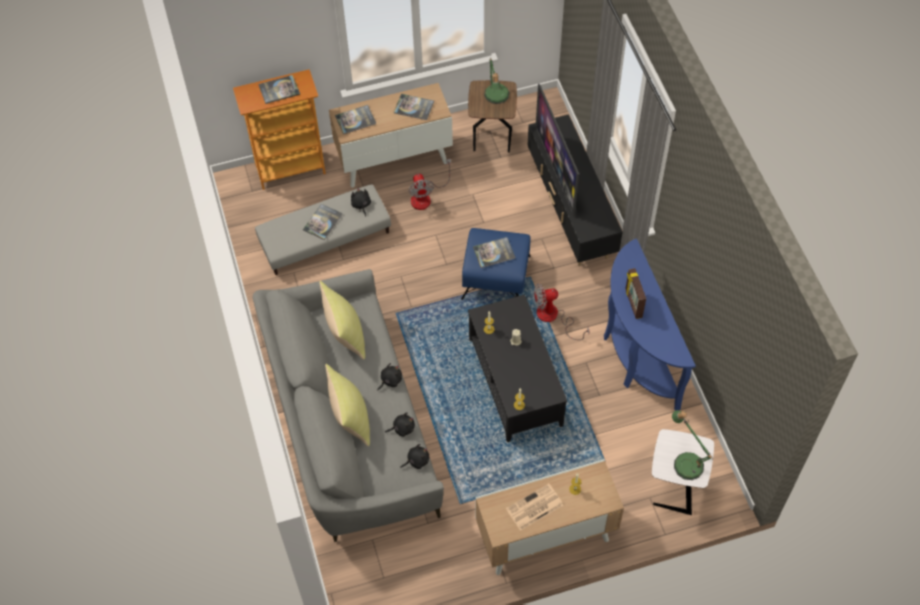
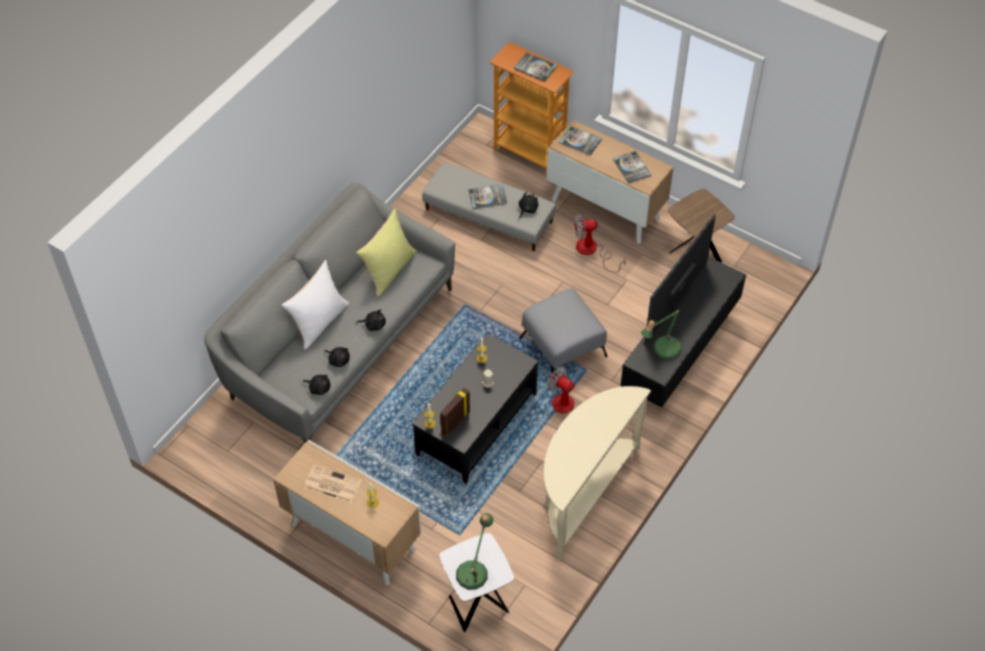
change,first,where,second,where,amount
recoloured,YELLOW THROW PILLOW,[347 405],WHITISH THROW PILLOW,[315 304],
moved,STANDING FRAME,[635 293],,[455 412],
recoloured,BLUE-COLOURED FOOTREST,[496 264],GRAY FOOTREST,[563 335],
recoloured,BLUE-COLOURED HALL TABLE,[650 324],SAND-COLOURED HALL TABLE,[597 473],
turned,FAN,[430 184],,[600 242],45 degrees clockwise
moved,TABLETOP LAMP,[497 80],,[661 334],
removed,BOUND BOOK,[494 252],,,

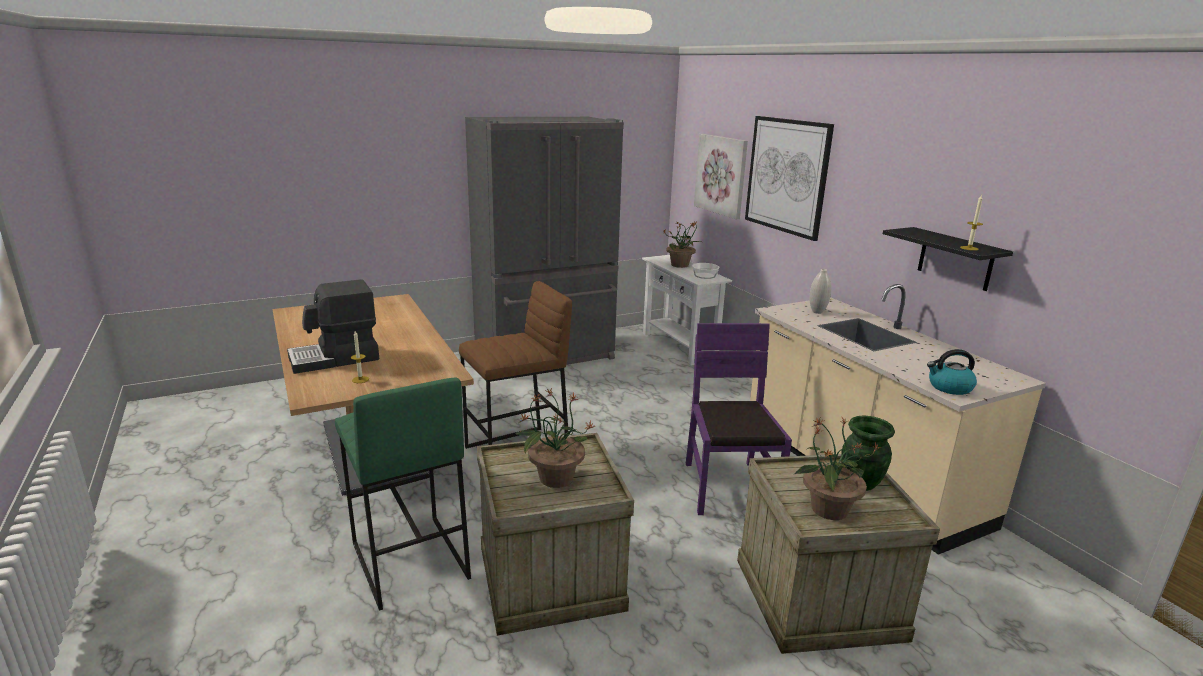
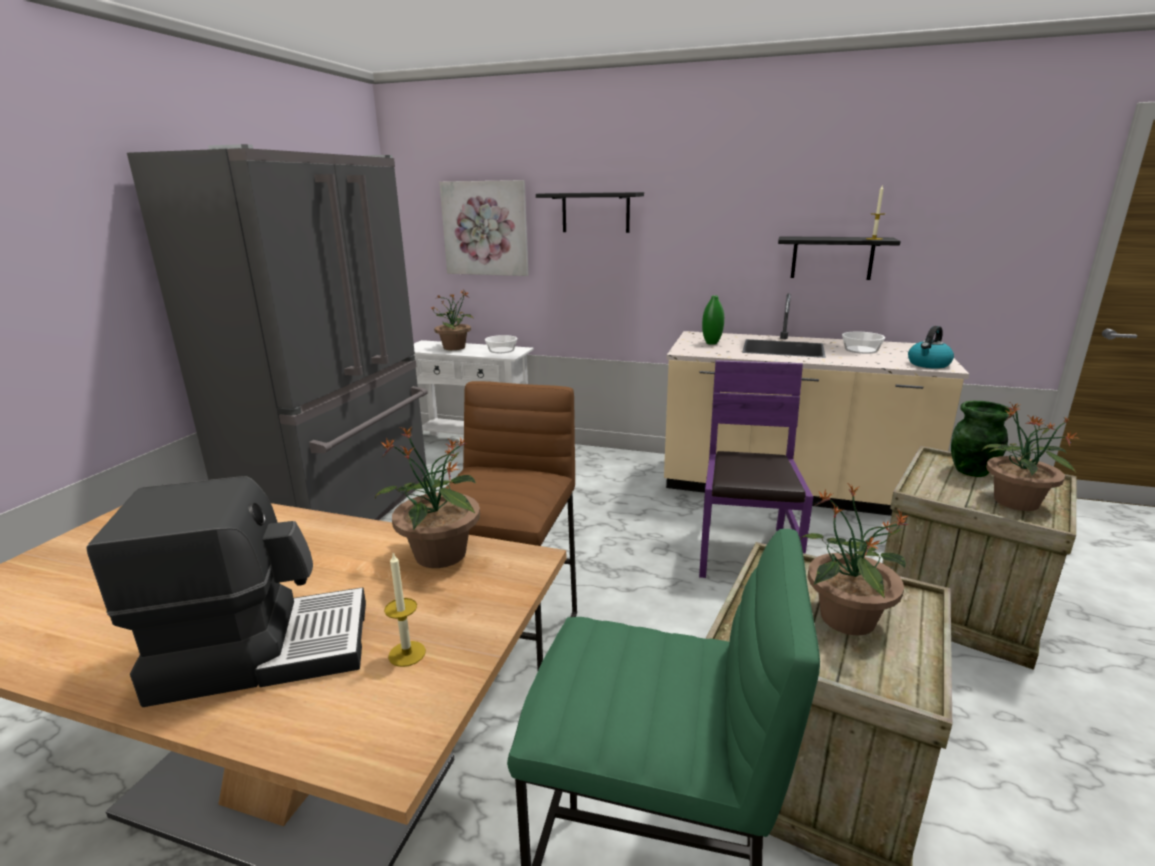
change,first,where,second,where,amount
turned,COFFEE MACHINE,[333 326],,[226 591],120 degrees counterclockwise
added,,,POTTED PLANT,[427 497],
replaced,WALL PICTURE,[789 178],BLACK SHELF,[590 212],
turned,PURPLISH PLAIN CHAIR,[739 419],,[756 469],60 degrees clockwise
recoloured,WHITISH VASE,[820 291],GREENISH VASE,[713 320],
added,,,BOWL,[863 343],

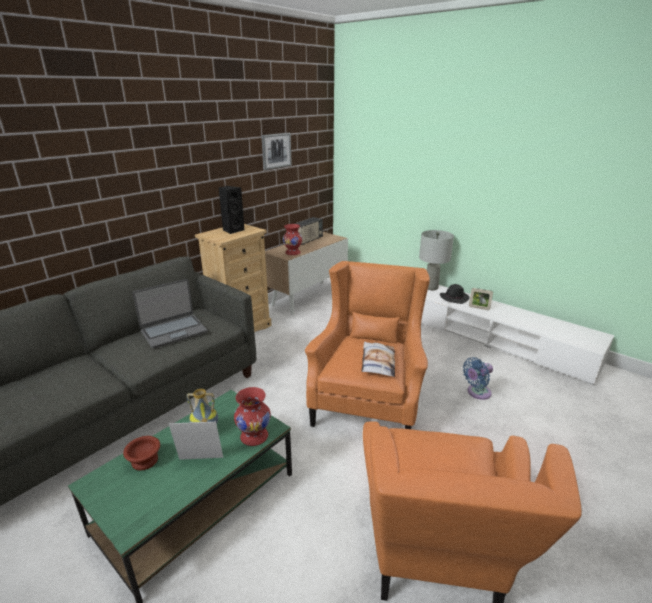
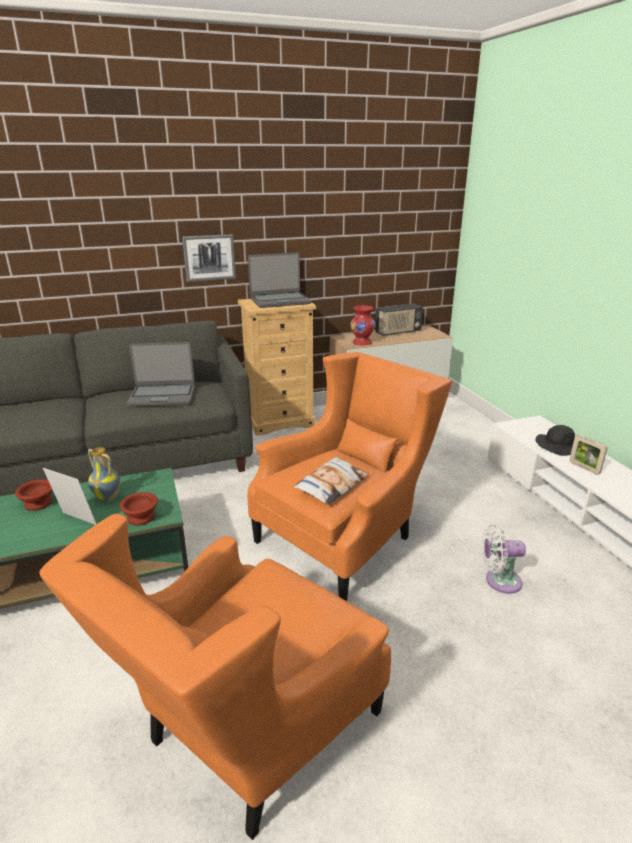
change,first,where,second,where,amount
replaced,REDDISH VASE,[252 416],BROWN BOWL,[139 509],
moved,WALL PICTURE,[276 151],,[209 258],
replaced,BLACK LOUDSPEAKER,[231 210],PORTABLE COMPUTER,[279 280],
recoloured,BLUE-COLOURED FAN,[478 378],WHITISH FAN,[504 559],
removed,GRAY TABLETOP LAMP,[436 260],,,

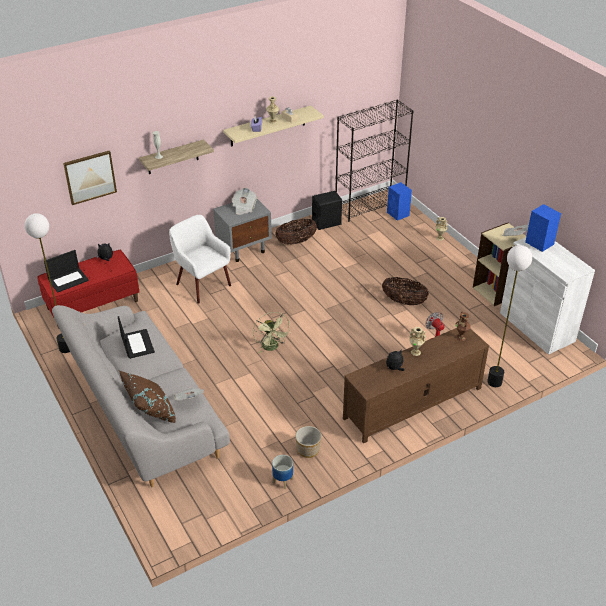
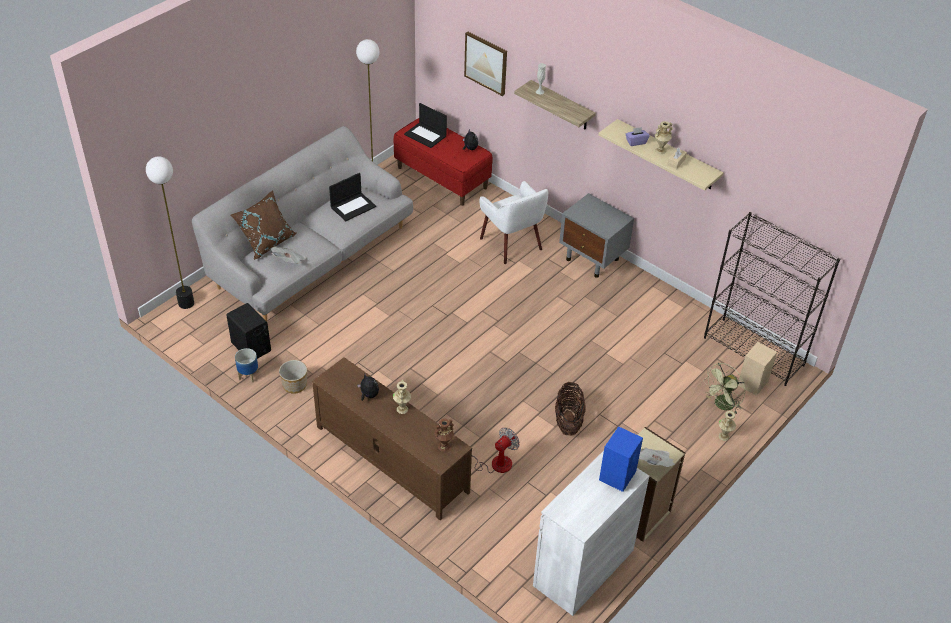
change,first,where,second,where,amount
moved,FLOOR LAMP,[509 316],,[170 232],
moved,BLACK LOUDSPEAKER,[327 210],,[248 331],
turned,WHITISH LOUNGE CHAIR,[200 259],,[513 222],120 degrees clockwise
moved,GREENISH FAN,[272 332],,[724 388],
recoloured,BLUE-COLOURED LOUDSPEAKER,[399 201],SAND-COLOURED LOUDSPEAKER,[757 369],
removed,DAILY PAPER,[244 201],,,
removed,STORAGE BASKET,[296 232],,,

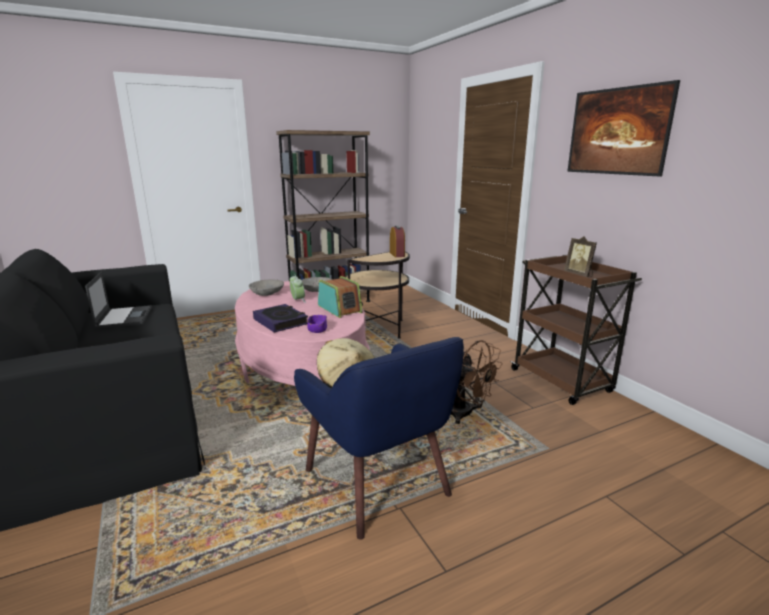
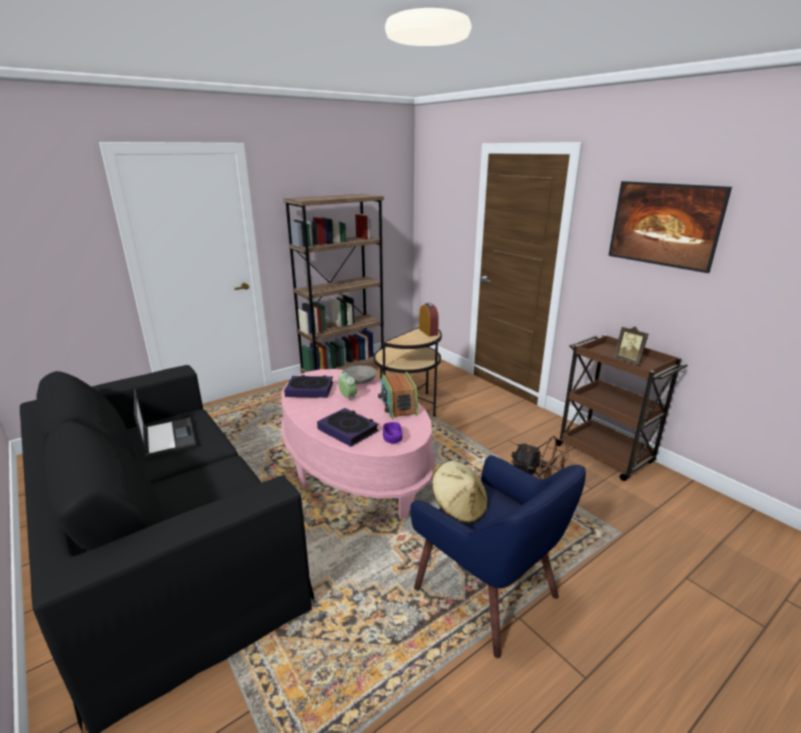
change,first,where,second,where,amount
replaced,GRAY BOWL,[266 288],BOUND BOOK,[308 386],
turned,RADIO RECEIVER,[340 297],,[398 395],150 degrees counterclockwise

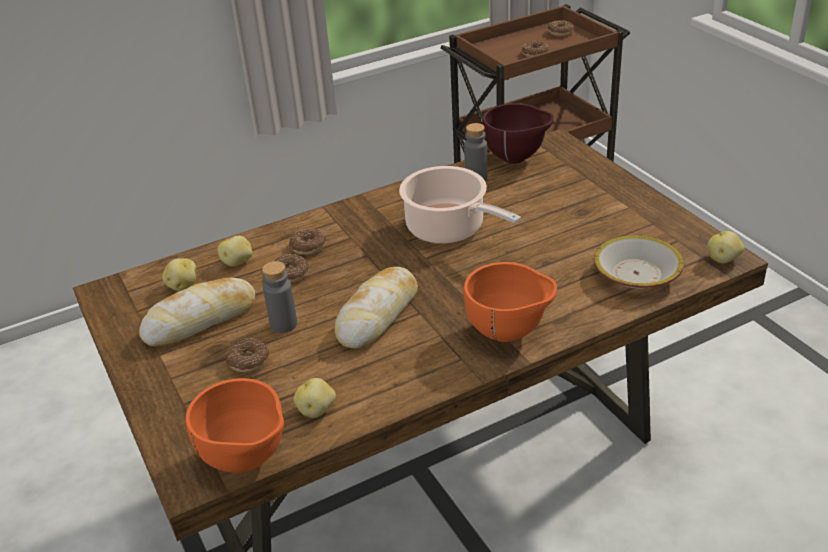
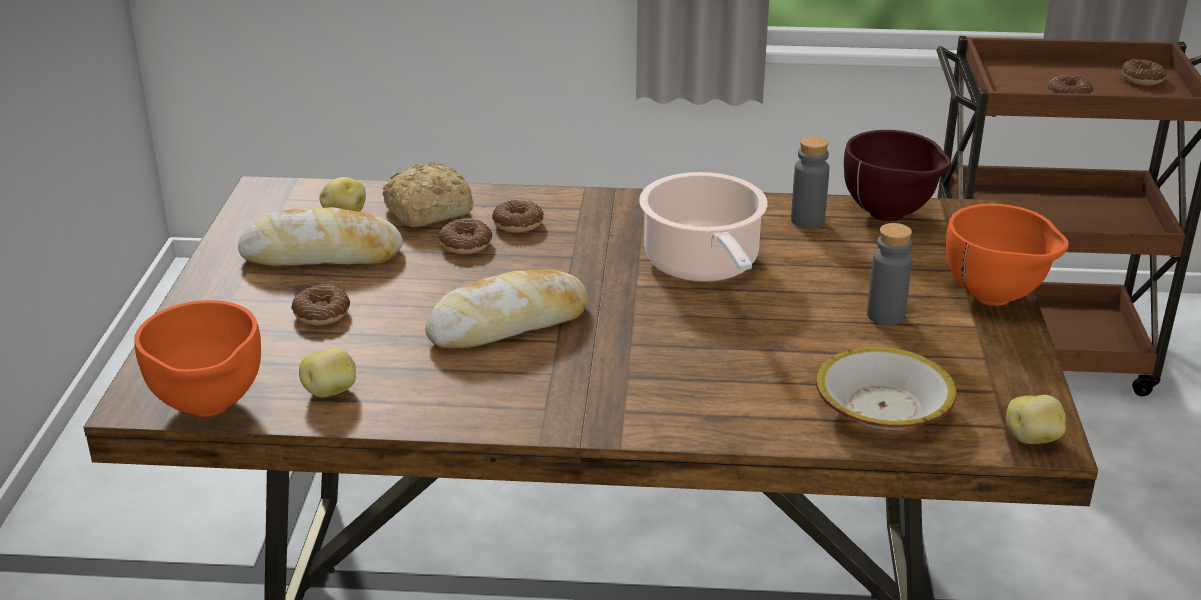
change,first,where,second,where,amount
replaced,SPUD,[235 251],BREAD,[428 194],
moved,GRAY BOTTLE,[279 297],,[889 274],
moved,ORANGE BOWL,[510 302],,[1007 255],

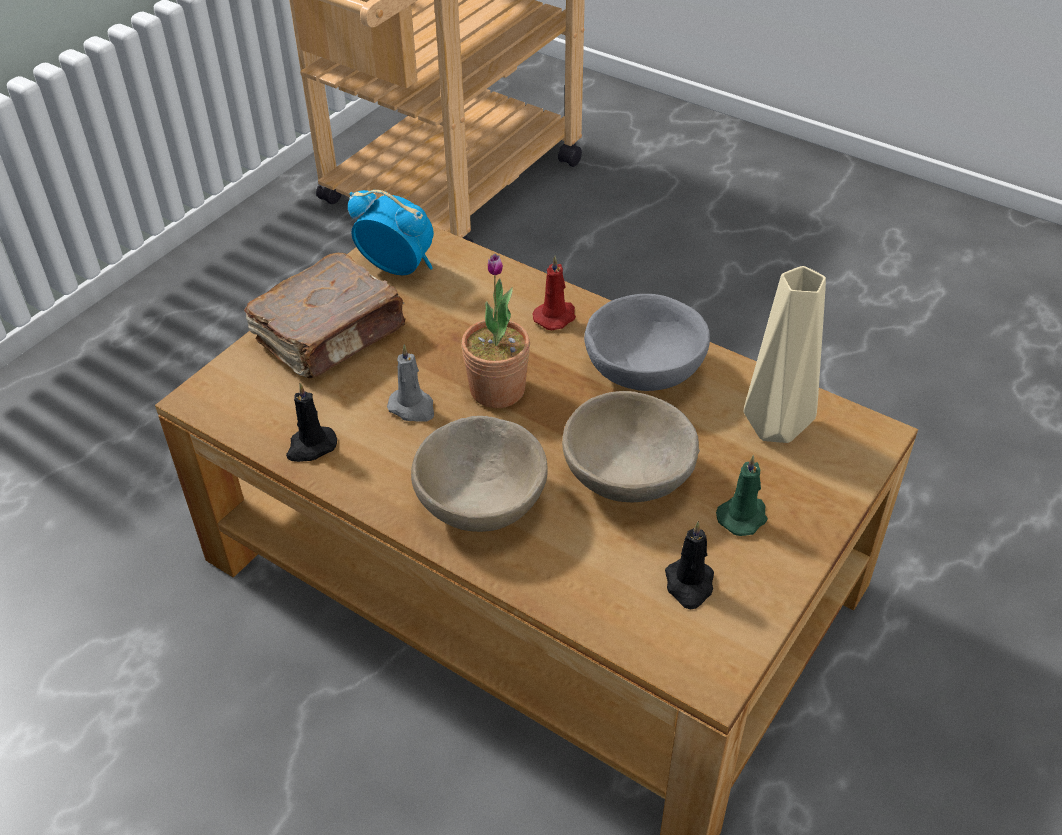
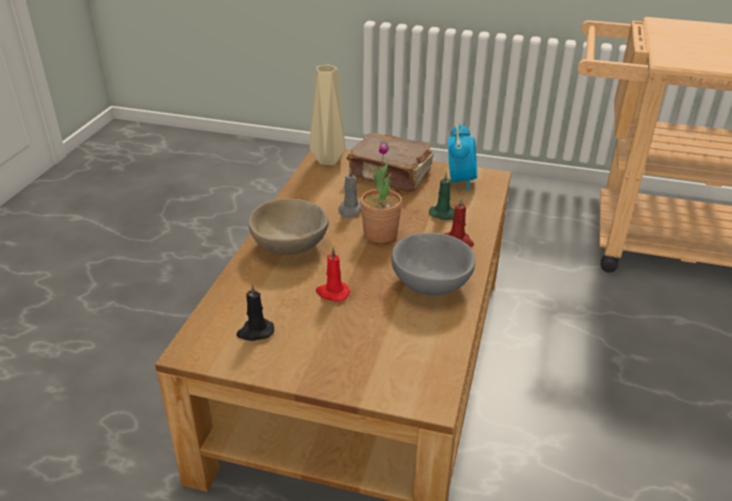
change,first,where,second,where,amount
moved,SAND-COLOURED VASE,[785 354],,[327 114],
replaced,SAND-COLOURED BOWL,[631 446],REDDISH CANDLE,[333 274],
moved,GREENISH CANDLE,[742 495],,[442 195],
removed,BLACK CANDLE,[311 422],,,

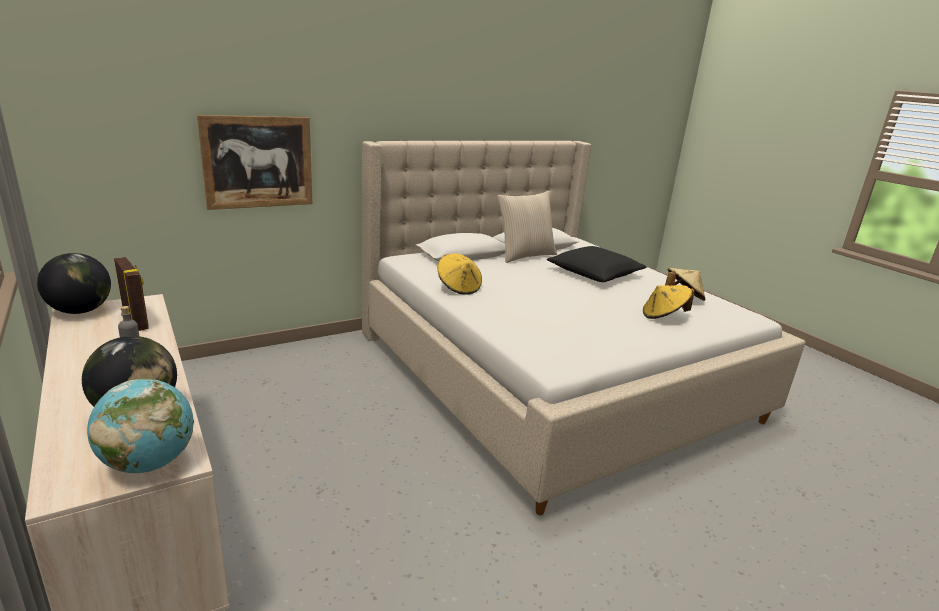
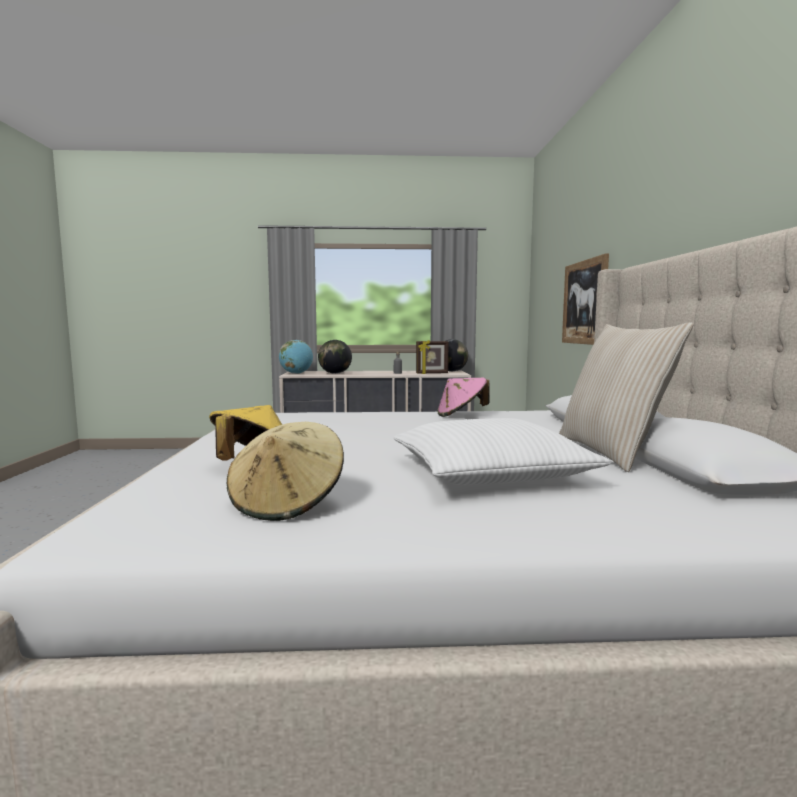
change,first,where,second,where,amount
recoloured,BLACK THROW PILLOW,[597 264],WHITISH THROW PILLOW,[503 451],
recoloured,YELLOW WEARABLE HAT,[460 274],PINK-COLOURED WEARABLE HAT,[463 397],

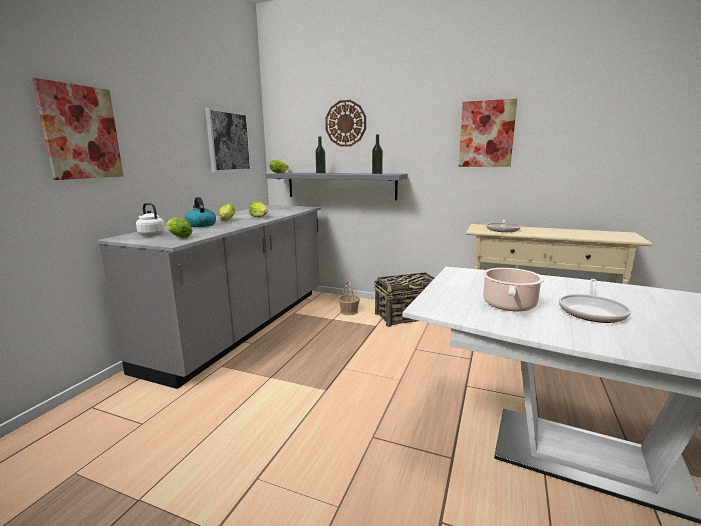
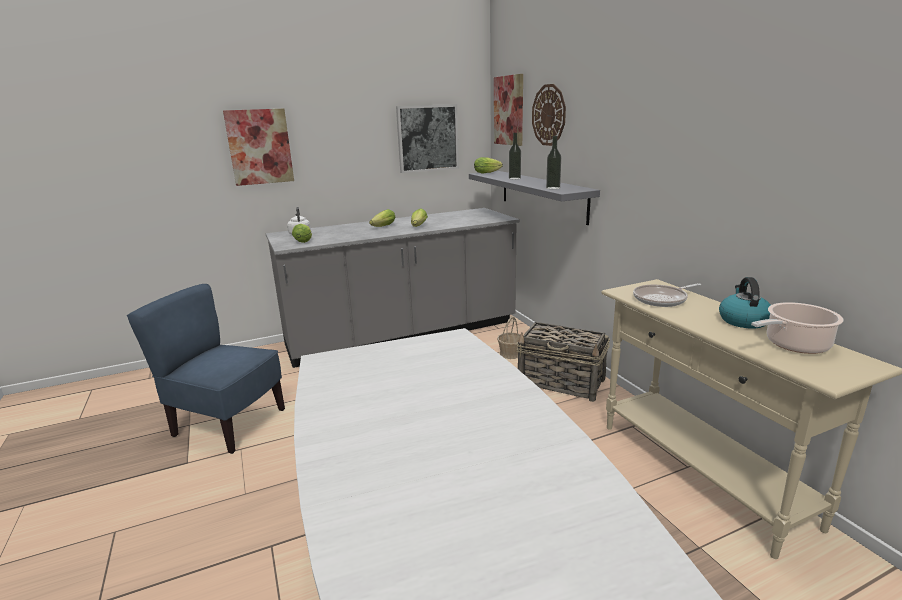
change,first,where,second,where,amount
added,,,BLUE-COLOURED PLAIN CHAIR,[206 369],
moved,WALL PICTURE,[487 133],,[508 110],
moved,WATER KETTLE,[200 212],,[745 303],
moved,STOCKPOT,[513 289],,[797 328],
removed,SKILLET,[595 301],,,

